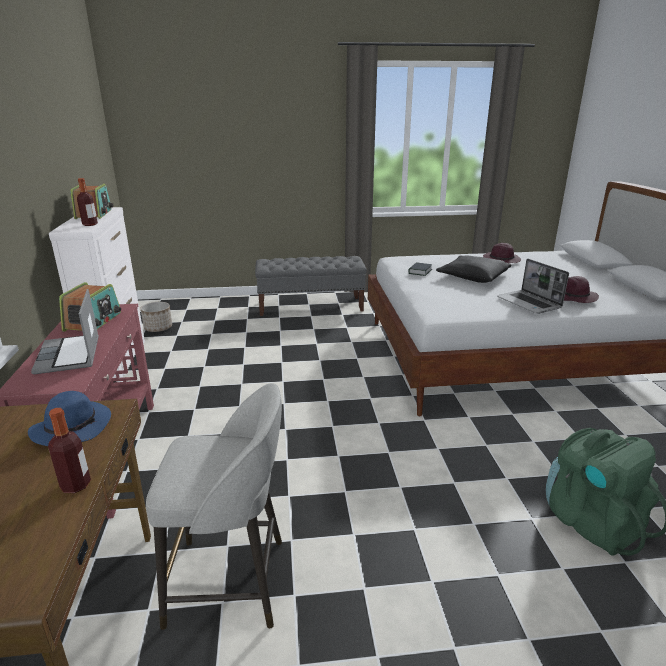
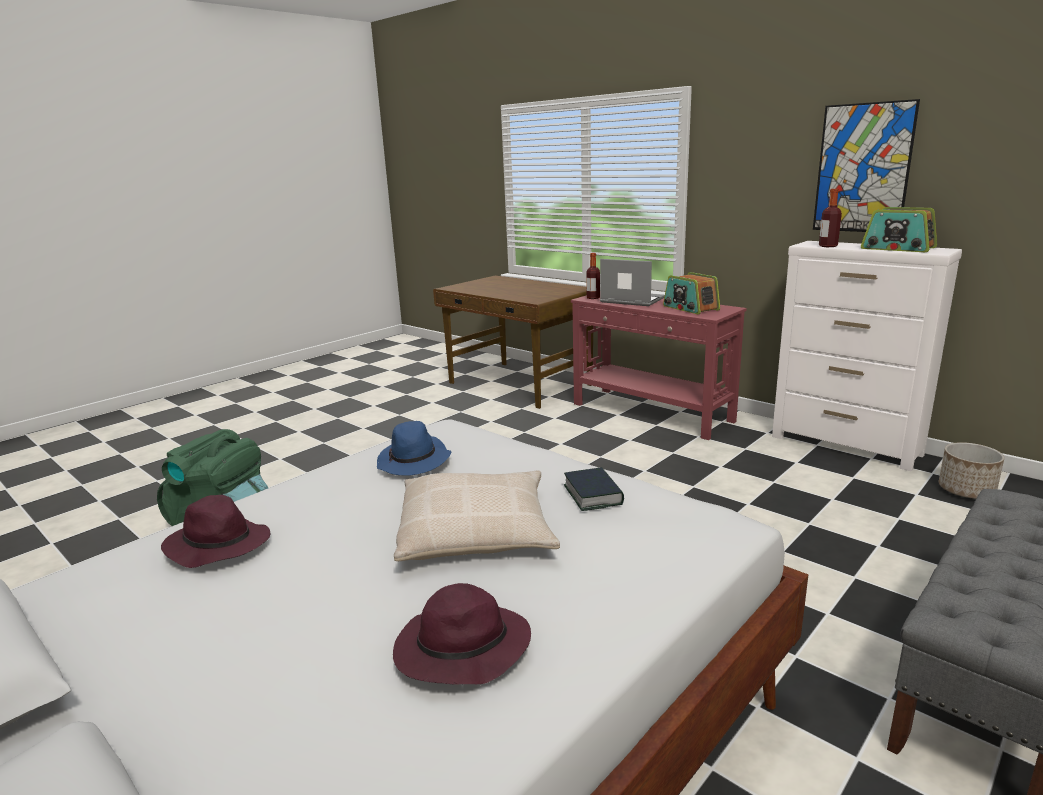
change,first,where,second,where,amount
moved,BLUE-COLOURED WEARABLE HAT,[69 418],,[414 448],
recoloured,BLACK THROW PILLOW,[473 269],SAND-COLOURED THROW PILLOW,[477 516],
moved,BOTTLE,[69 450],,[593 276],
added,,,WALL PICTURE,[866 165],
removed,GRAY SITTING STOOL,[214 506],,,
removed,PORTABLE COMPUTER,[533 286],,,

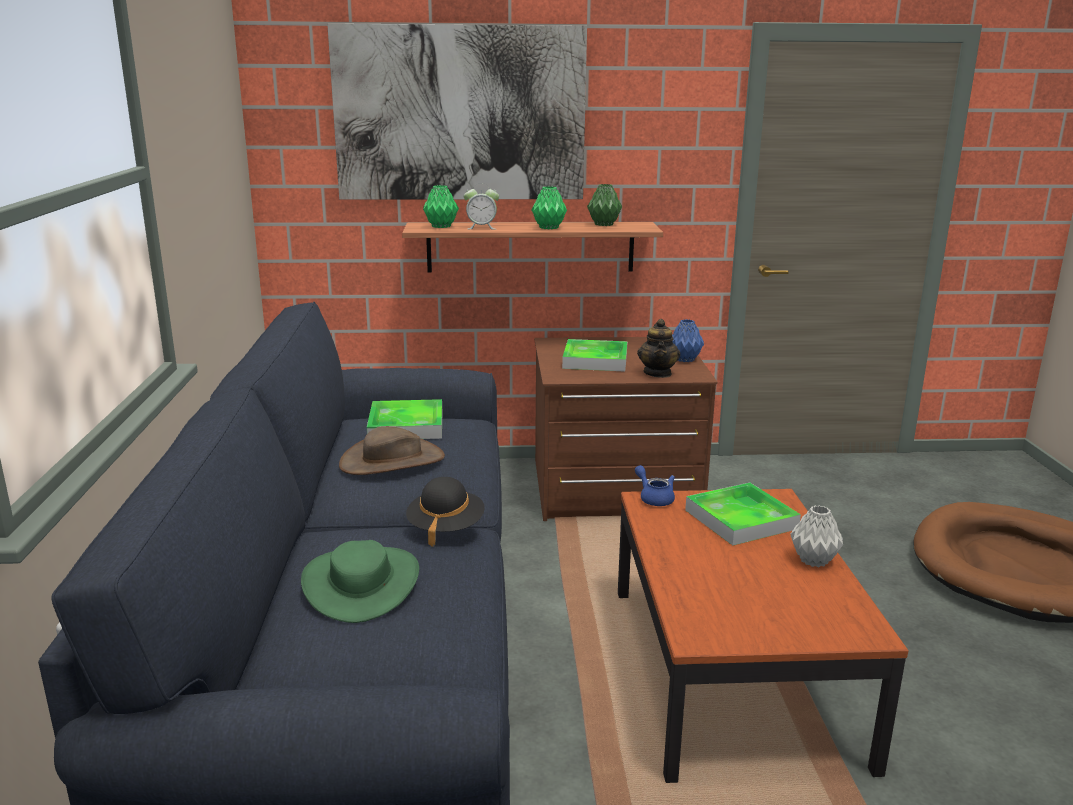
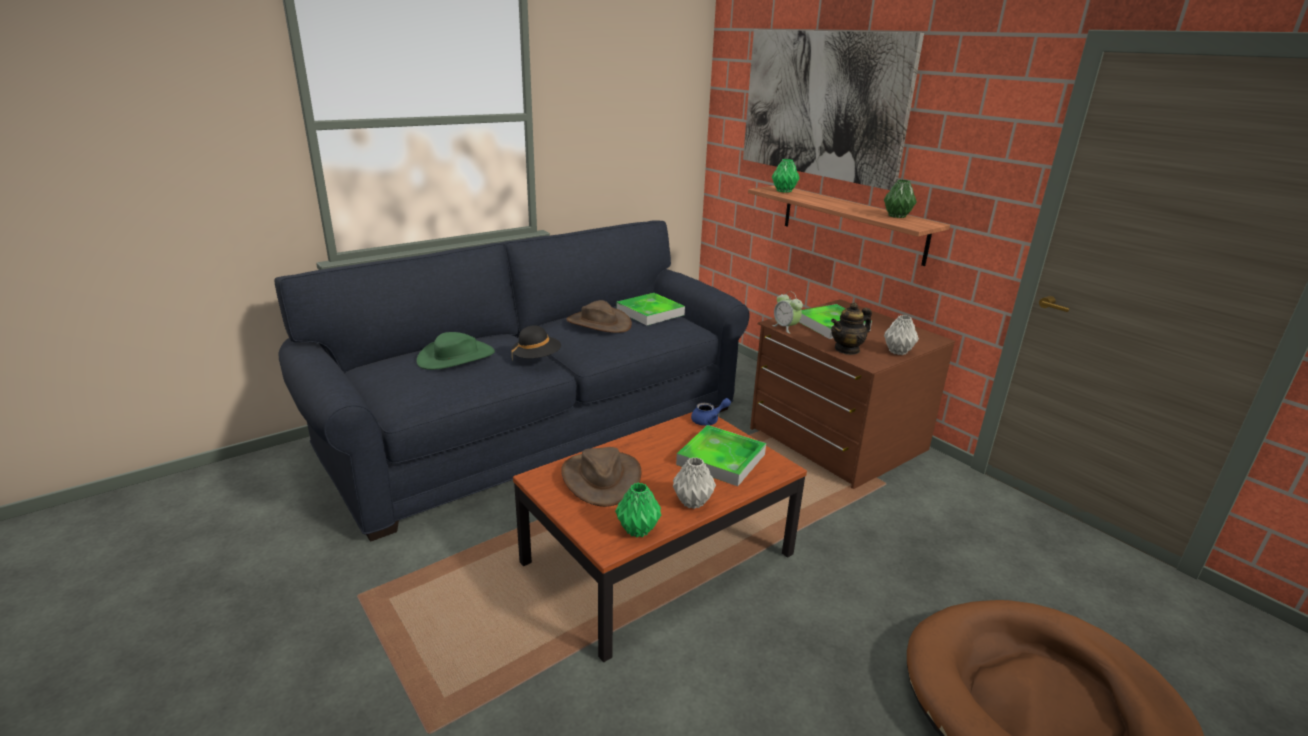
change,first,where,second,where,amount
added,,,BROWN WEARABLE HAT,[601 477],
moved,GREENISH VASE,[549 208],,[638 510],
turned,BLUE-COLOURED TEAPOT,[655 485],,[711 412],45 degrees clockwise
moved,BEDSIDE CLOCK,[481 206],,[787 312],
recoloured,BLUE-COLOURED VASE,[688 340],GRAY VASE,[901 335],

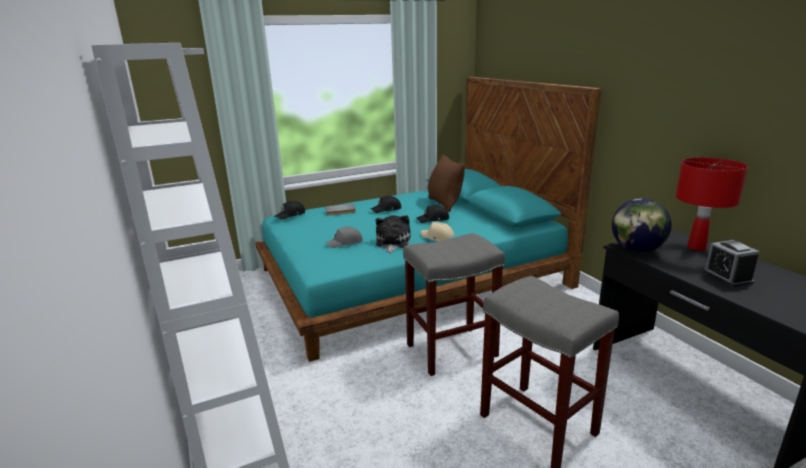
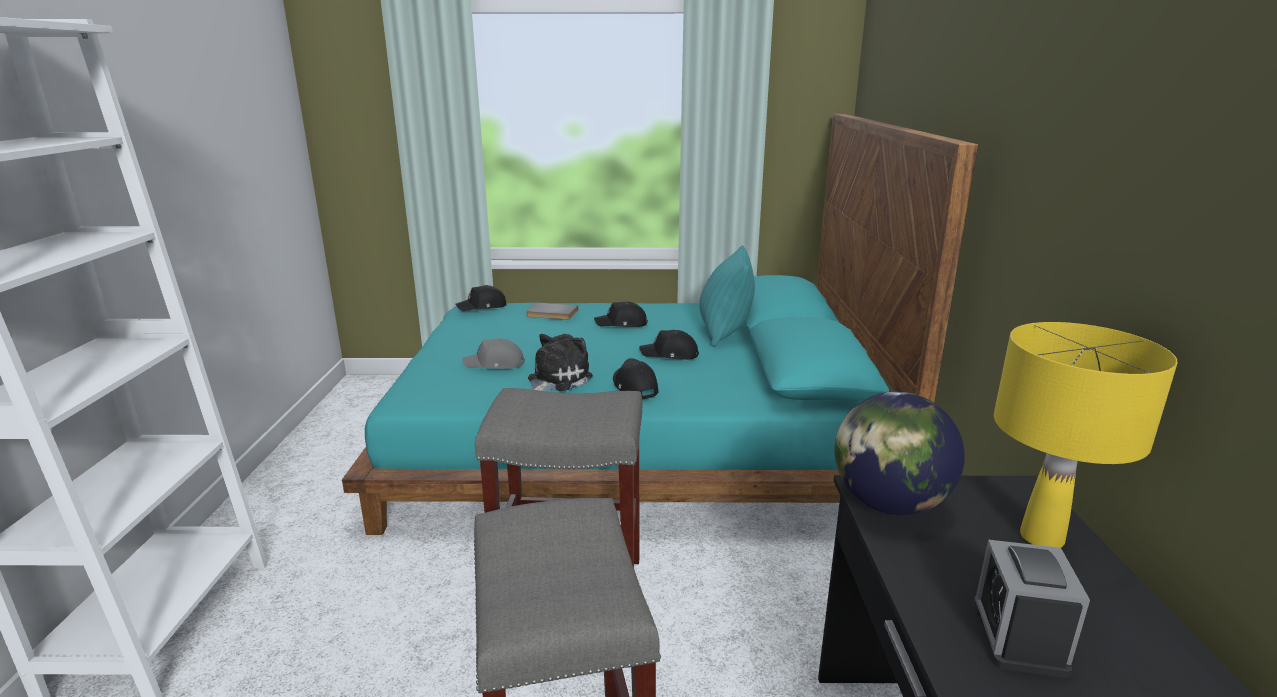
change,first,where,second,where,amount
recoloured,SAND-COLOURED PEAKED CAP,[438 232],BLACK PEAKED CAP,[636 378],
recoloured,BROWN THROW PILLOW,[446 183],BLUE-GREEN THROW PILLOW,[727 296],
recoloured,REDDISH TABLETOP LAMP,[712 204],YELLOW TABLETOP LAMP,[1086 435],

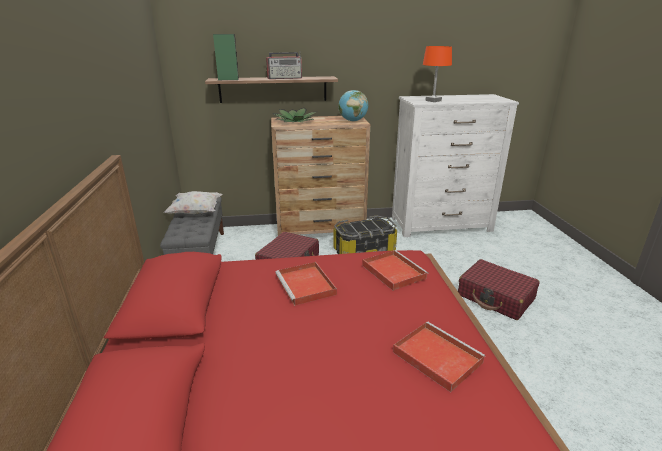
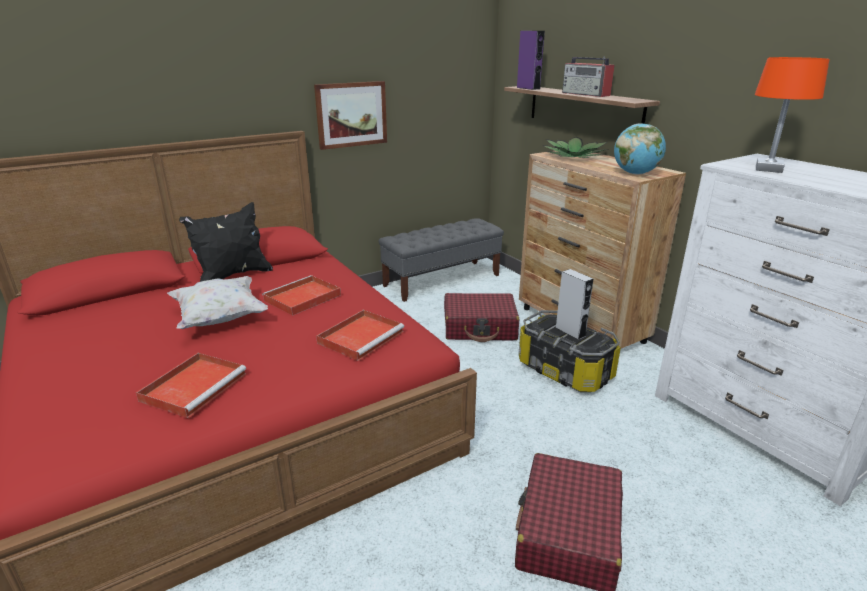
change,first,where,second,where,amount
moved,WHITISH THROW PILLOW,[193 202],,[217 302],
added,,,BLACK THROW PILLOW,[226 242],
added,,,WALL PICTURE,[350 115],
recoloured,GREENISH LOUDSPEAKER,[226 57],PURPLISH LOUDSPEAKER,[531 60],
added,,,GRAY LOUDSPEAKER,[574 304],

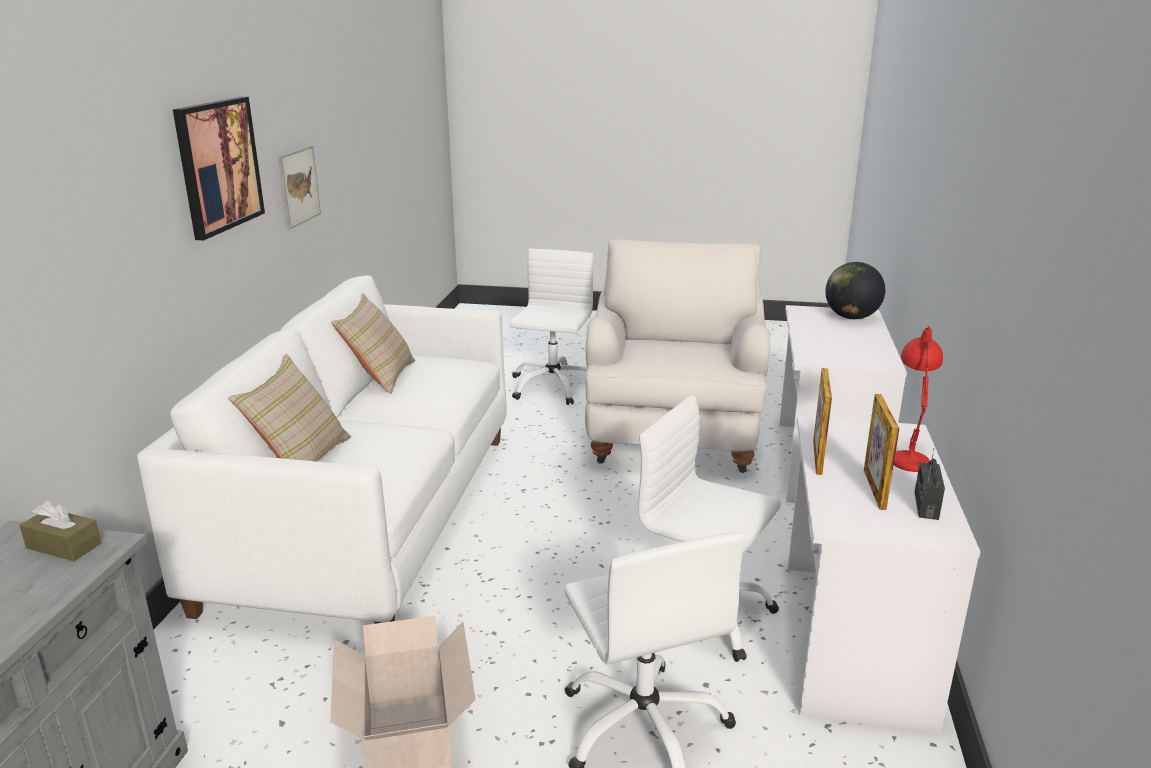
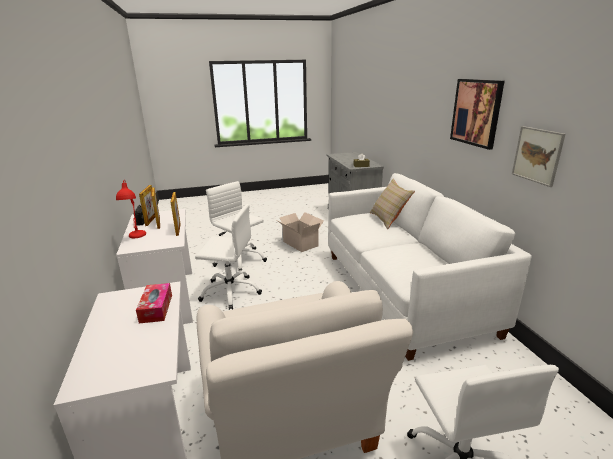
change,first,where,second,where,amount
added,,,TISSUE BOX,[154 303],
added,,,STANDING FRAME,[147 205],
removed,SAND-COLOURED THROW PILLOW,[373 343],,,
removed,DESK GLOBE,[855 290],,,

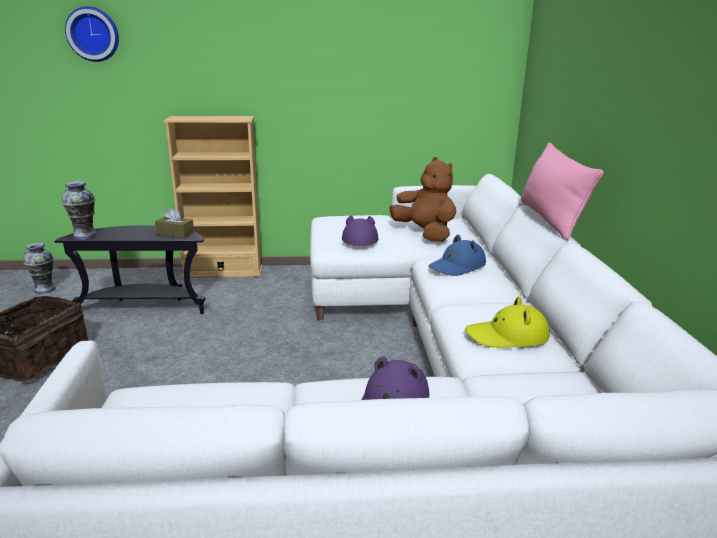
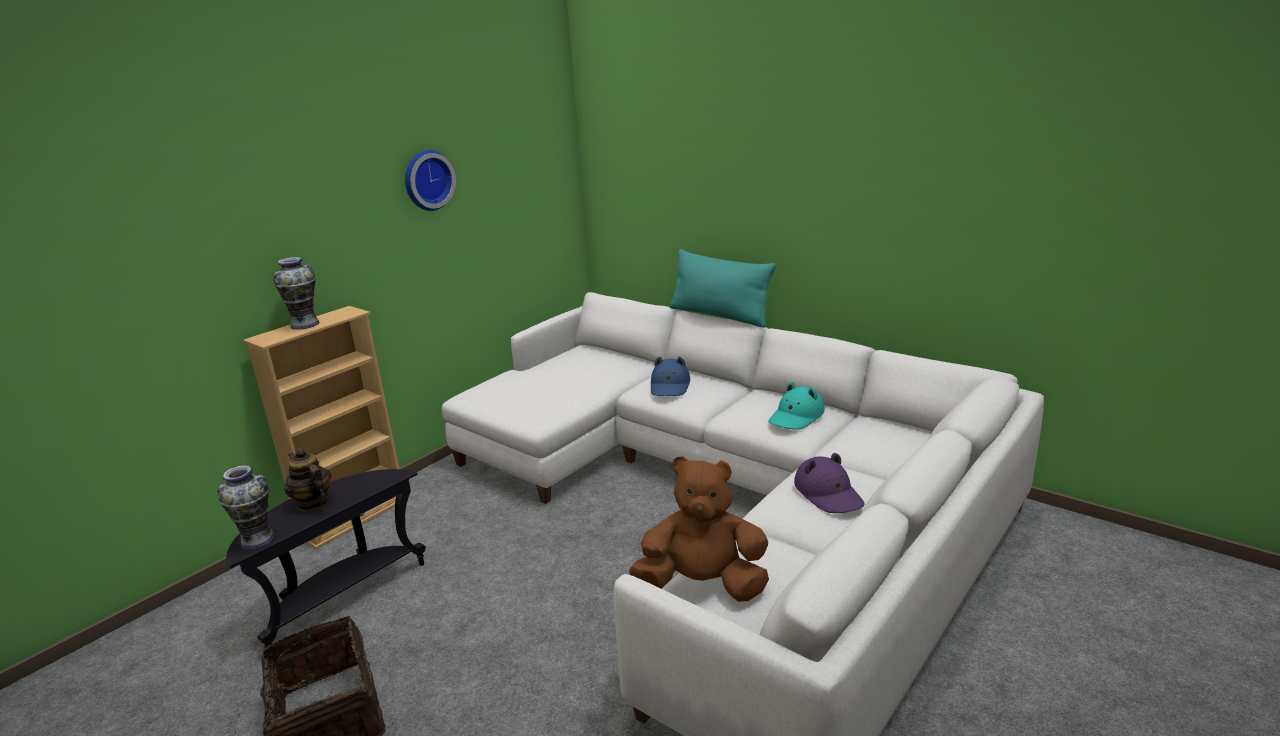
change,first,where,second,where,amount
moved,VASE,[39 268],,[296 293],
added,,,TEAPOT,[307 479],
moved,HANGING CLOCK,[92 34],,[430 180],
moved,BROWN SOFT TOY,[423 199],,[699 529],
recoloured,PINK-COLOURED THROW PILLOW,[562 191],BLUE-GREEN THROW PILLOW,[722 288],
recoloured,YELLOW WEARABLE HAT,[507 322],BLUE-GREEN WEARABLE HAT,[796 406],
removed,BROWN TISSUE BOX,[174 222],,,
removed,PURPLISH WEARABLE HAT,[360 230],,,

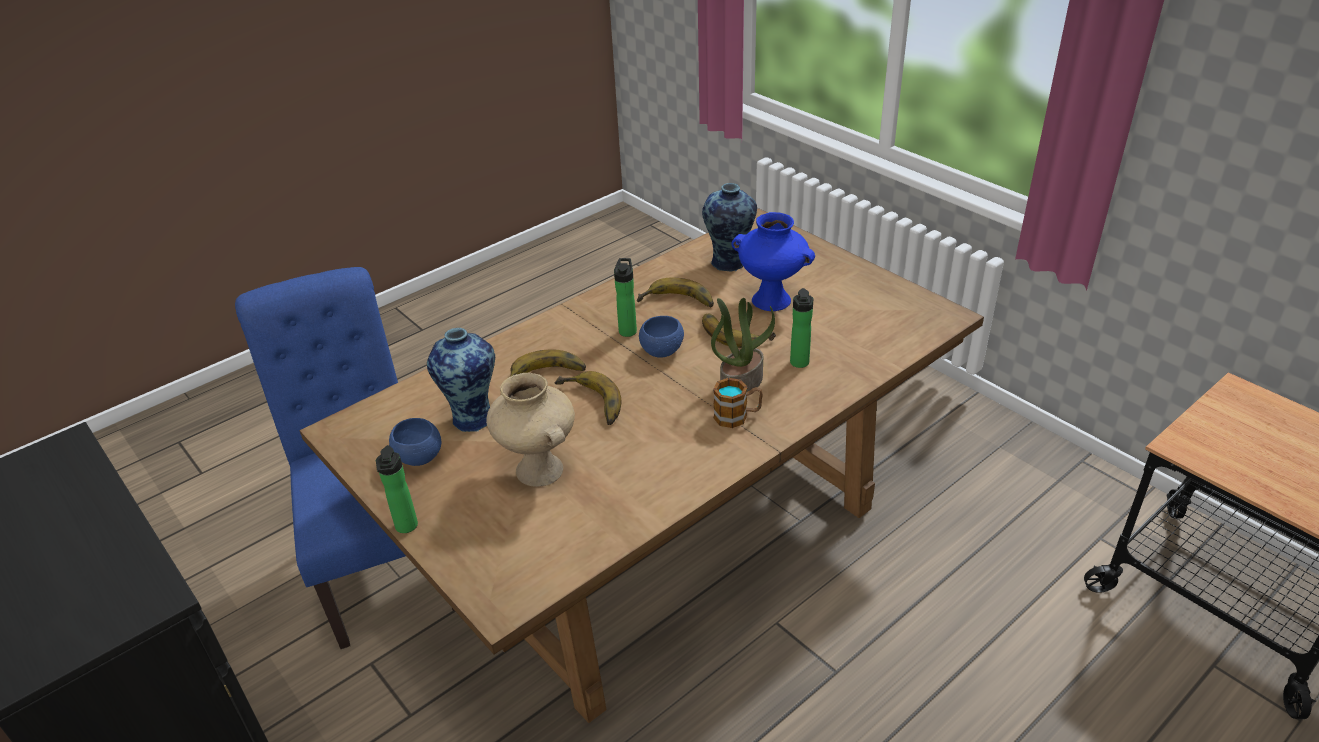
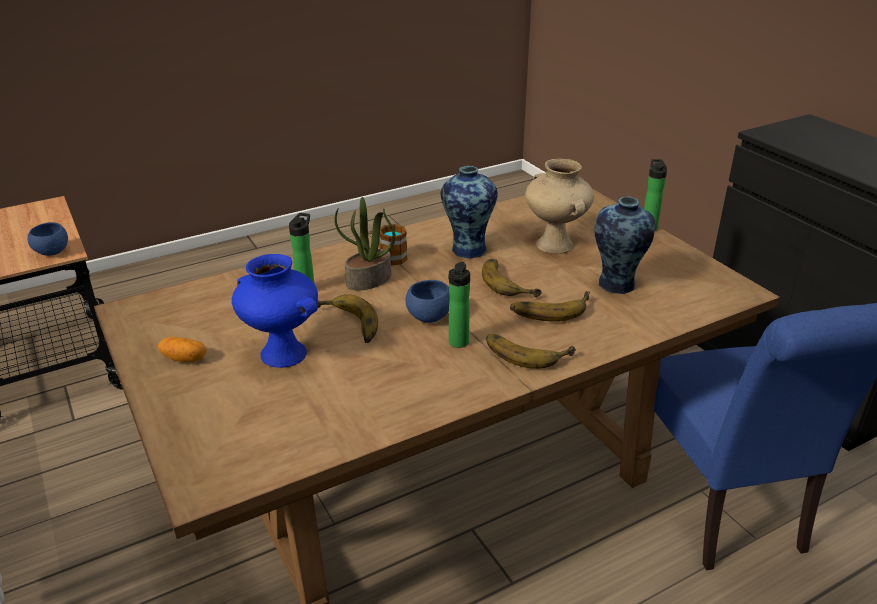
change,first,where,second,where,amount
moved,BLUE-COLOURED BOWL,[415 442],,[48 239],
added,,,SPUD,[182 349],
moved,VASE,[729 227],,[469 212],
moved,WHOLE BANANA,[675 292],,[531 351],

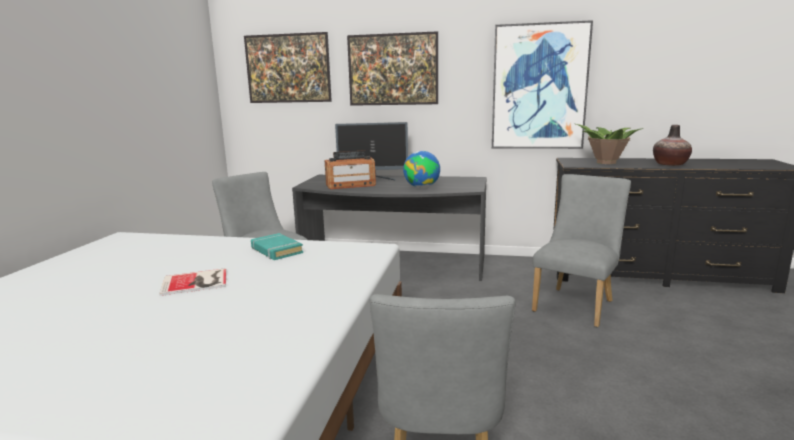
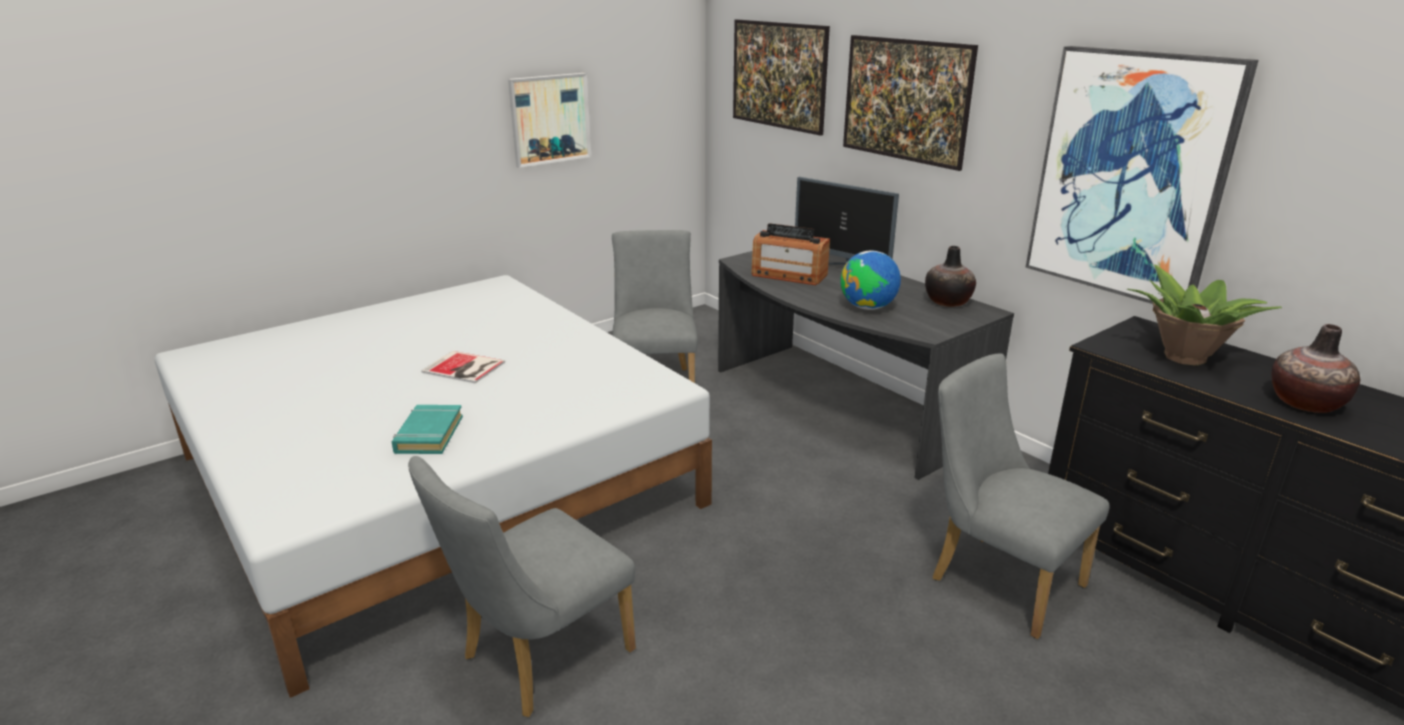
change,first,where,second,where,amount
moved,BLUE-GREEN BOUND BOOK,[277 246],,[427 429],
added,,,WALL PICTURE,[549 120],
added,,,VASE,[950 276],
turned,GRAY PLAIN CHAIR,[581 250],,[1021 496],120 degrees counterclockwise

